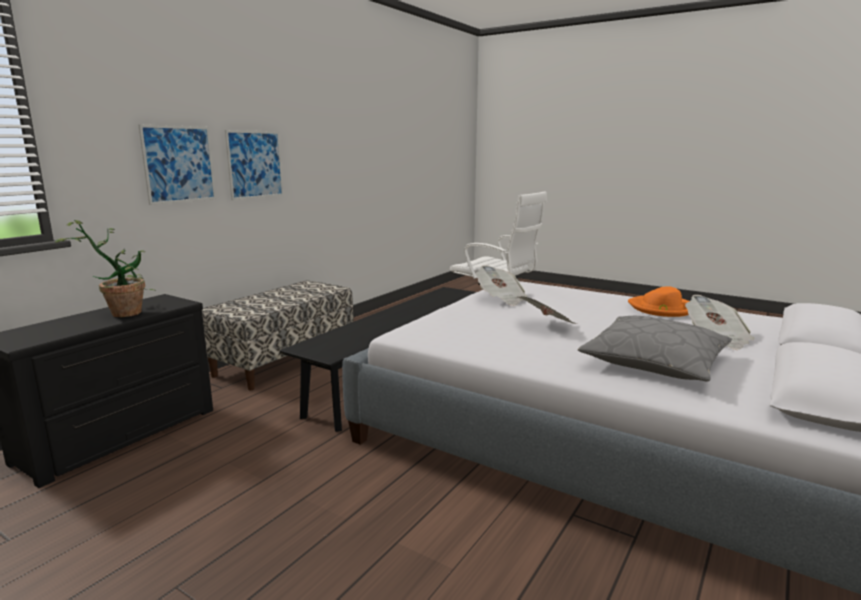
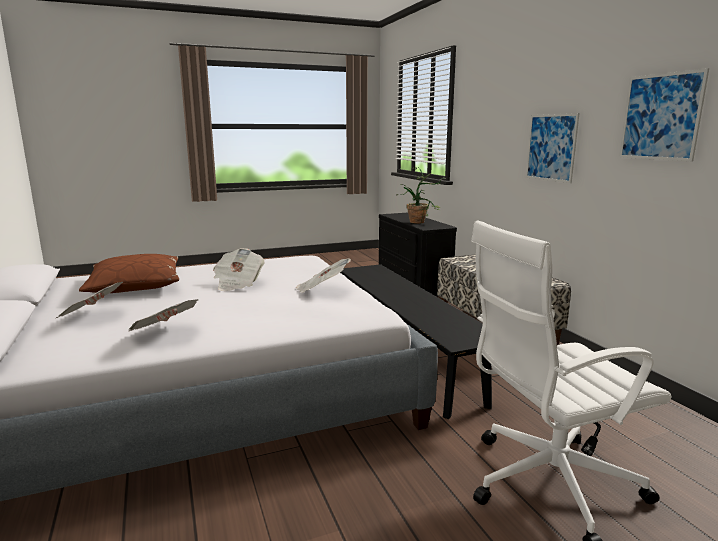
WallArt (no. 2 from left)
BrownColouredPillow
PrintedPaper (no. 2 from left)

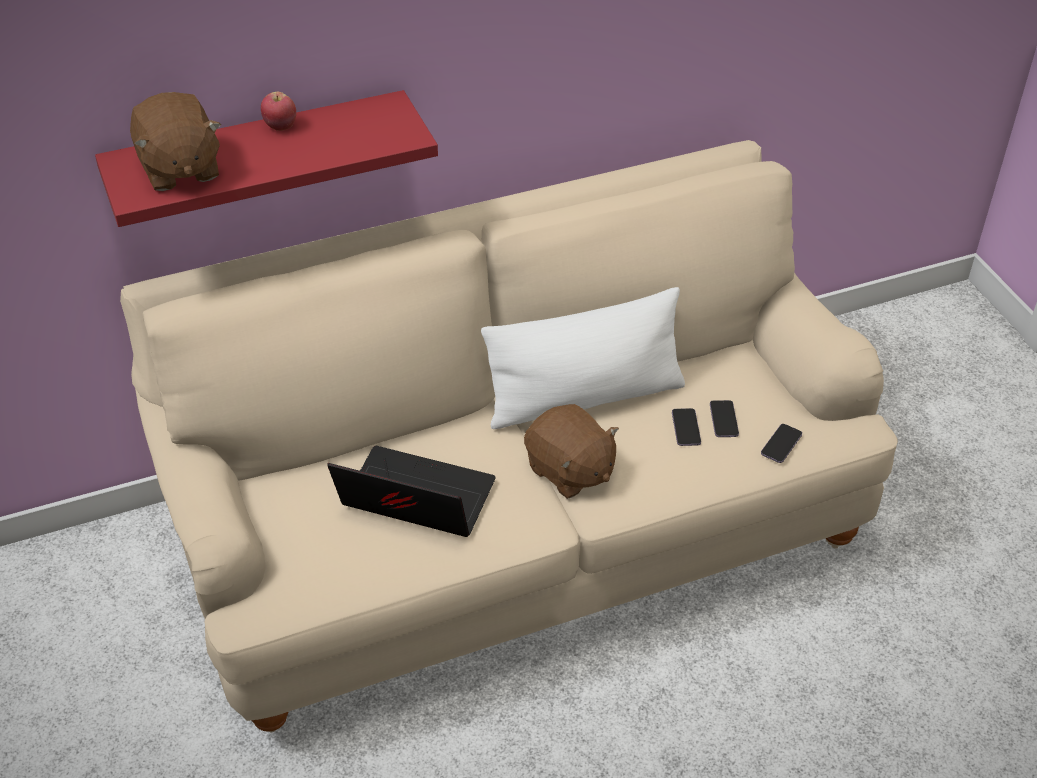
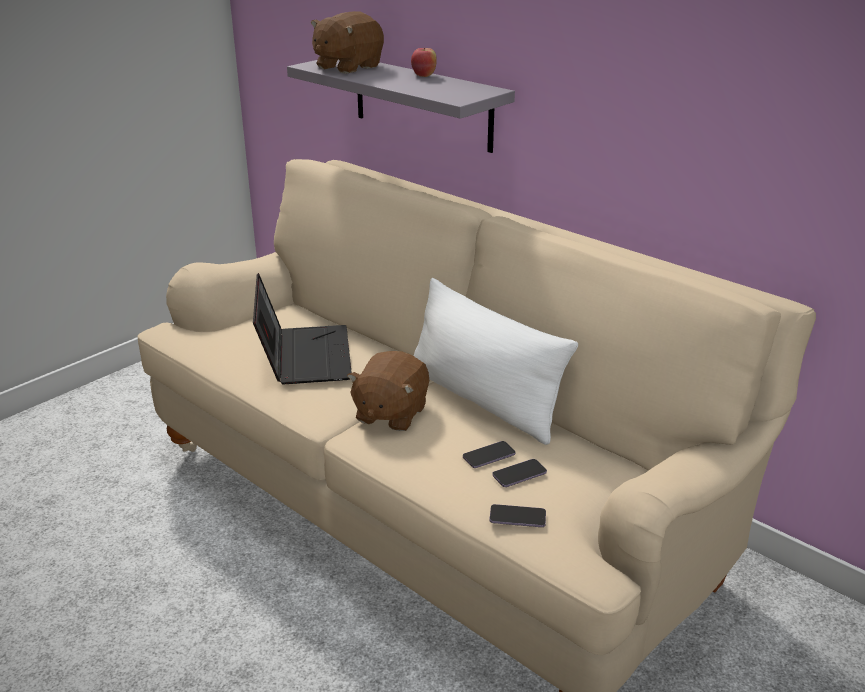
GreyishWallShelf

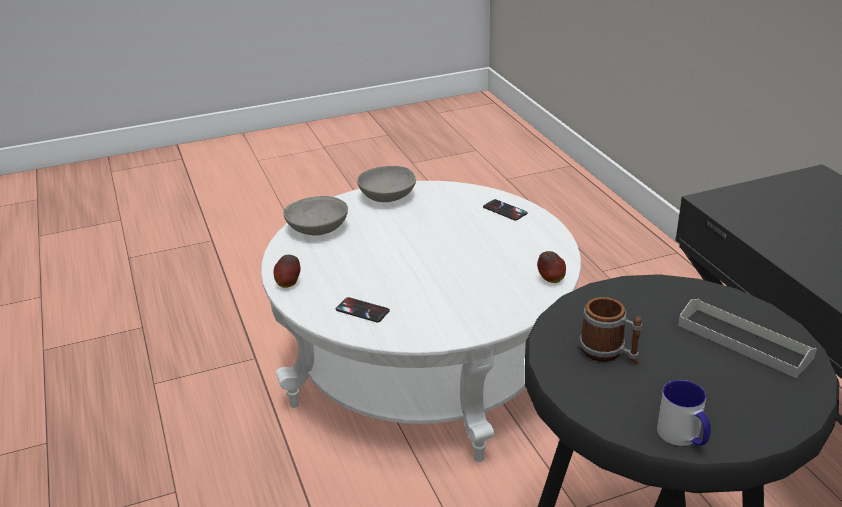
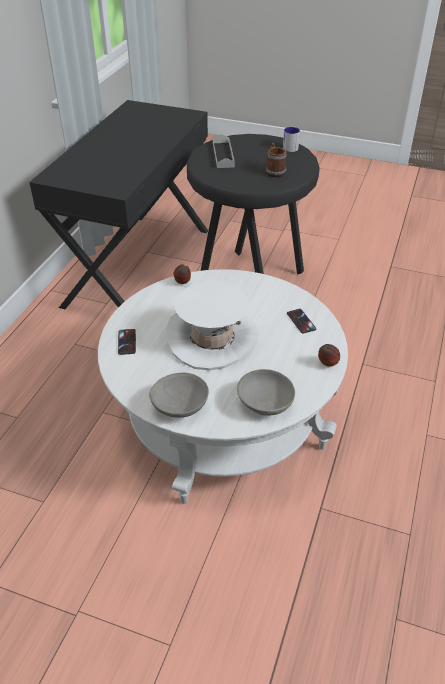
WhitishWearableHat

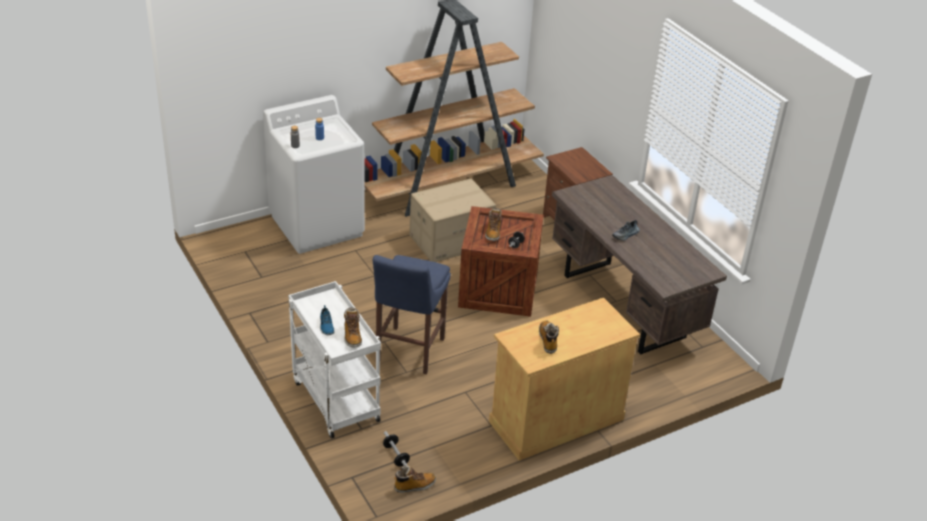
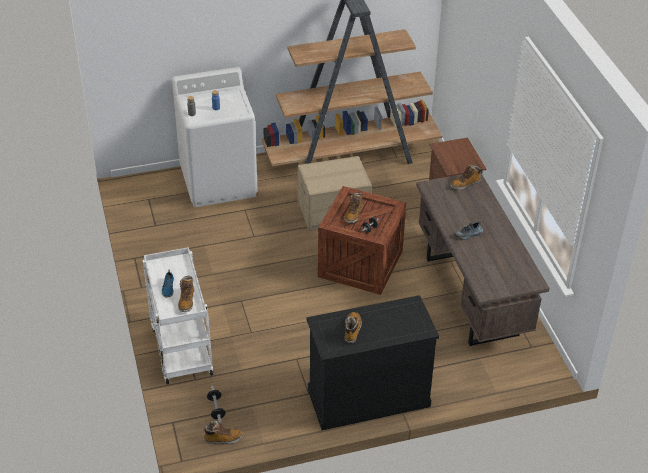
BlueColouredStool
BlackCabinet
HighTopBoot (no. 5 from left)

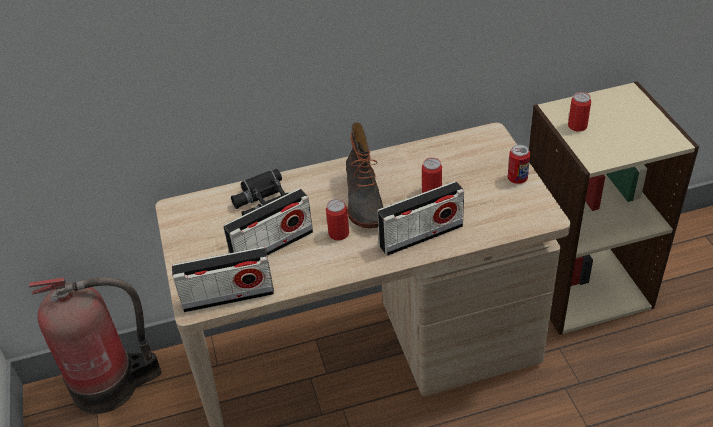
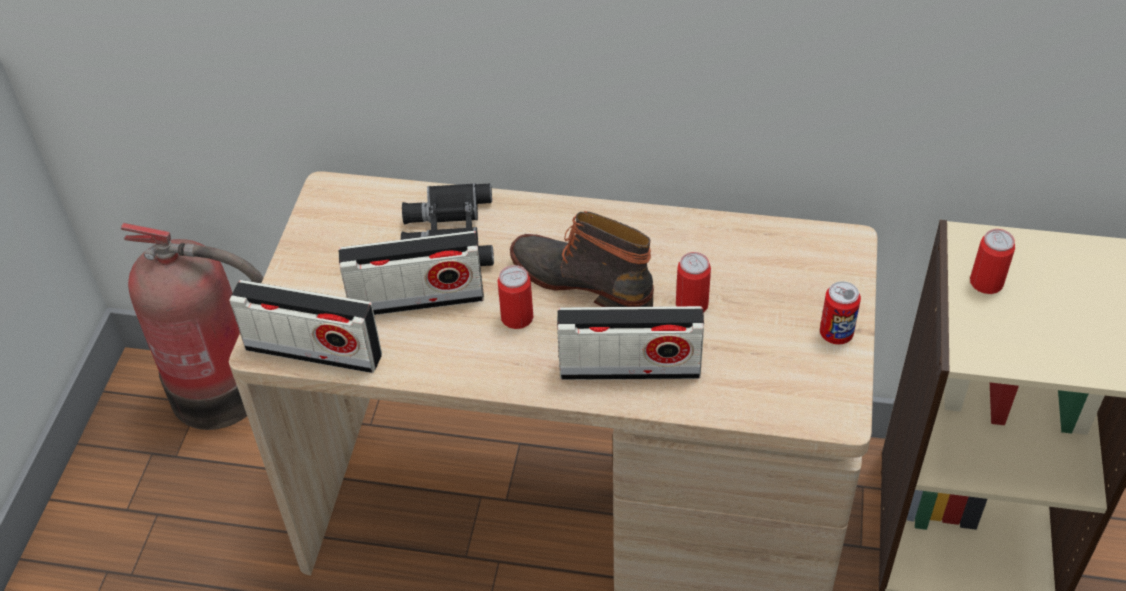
HighTopBoot

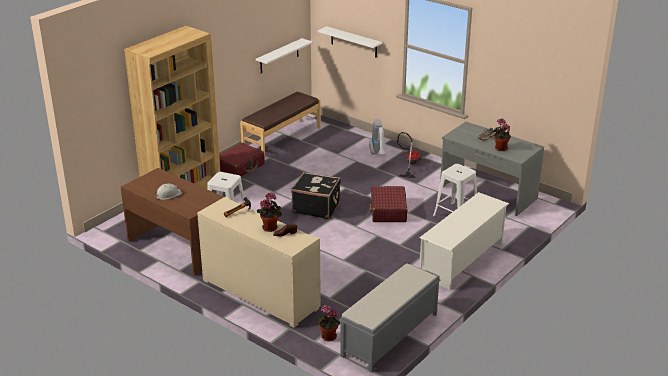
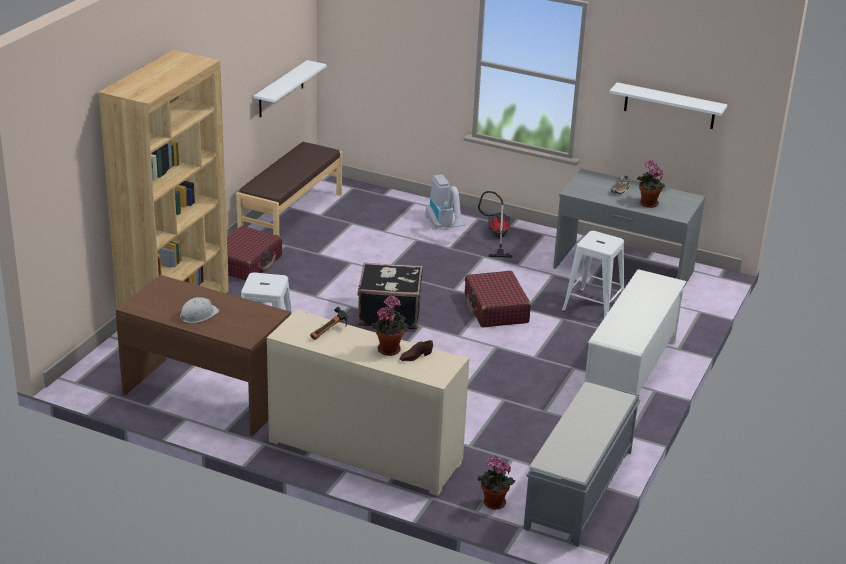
WhitishWallShelf (no. 2 from left)

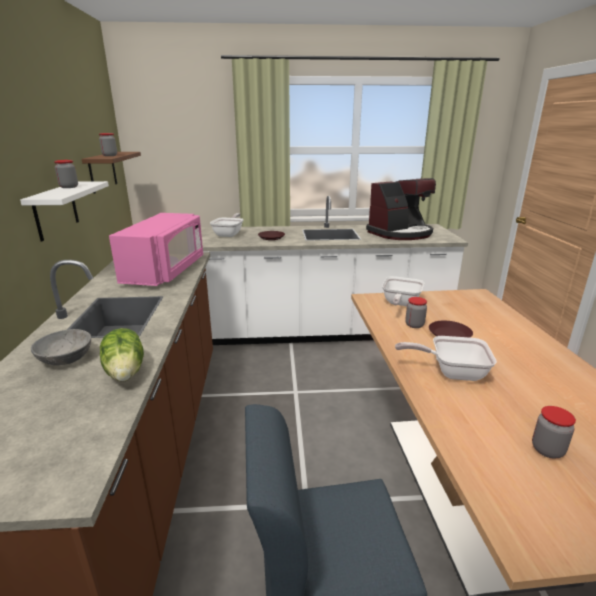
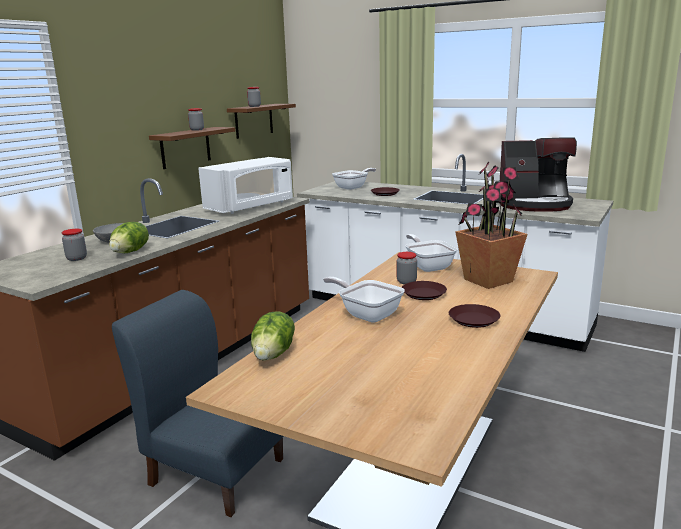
BrownColouredWallShelf (no. 1 from left)
WhitishKitchenMicrowave
Skillet (no. 3 from left)
StorageJar (no. 1 from left)
HeadOfLettuce (no. 2 from left)
BrownColouredFlatDish (no. 3 from left)
Houseplant

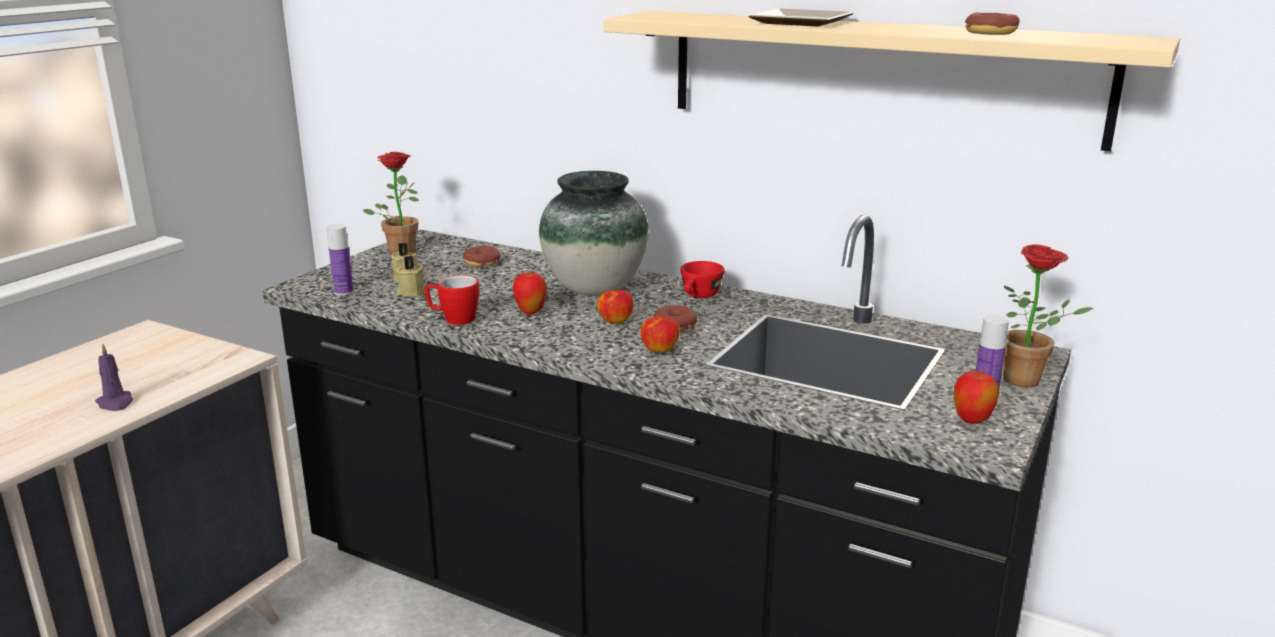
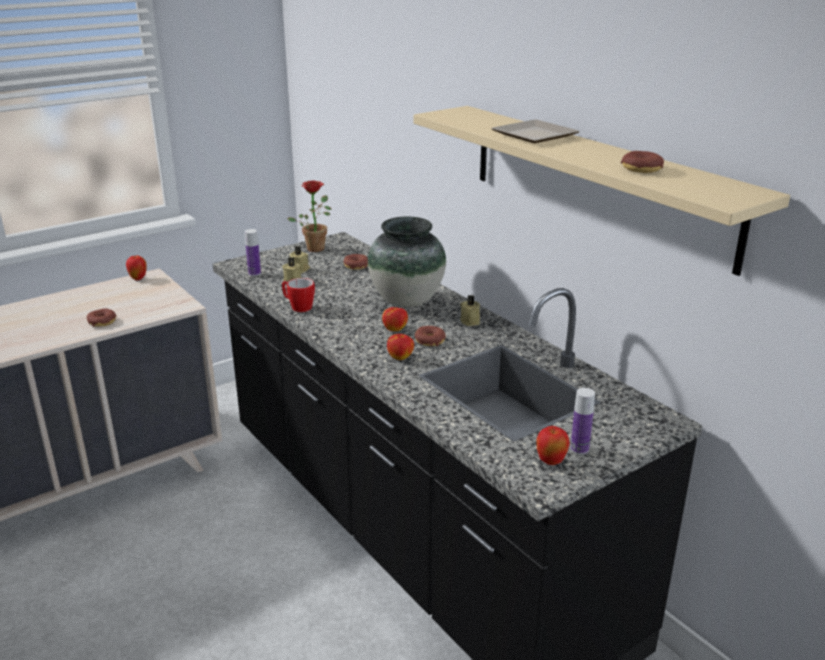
Doughnut (no. 1 from left)
Apple (no. 1 from left)
BeigeWaxLight (no. 3 from left)
Houseplant (no. 2 from left in the first image)

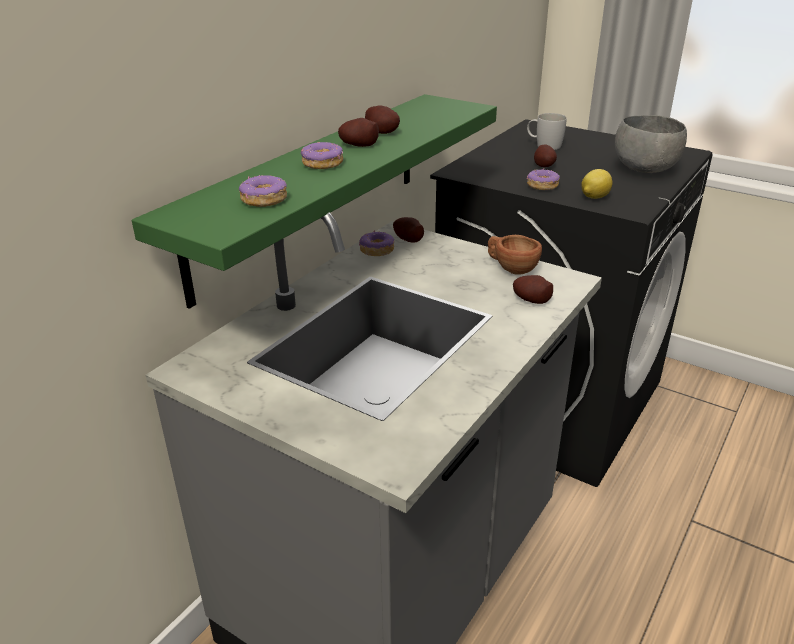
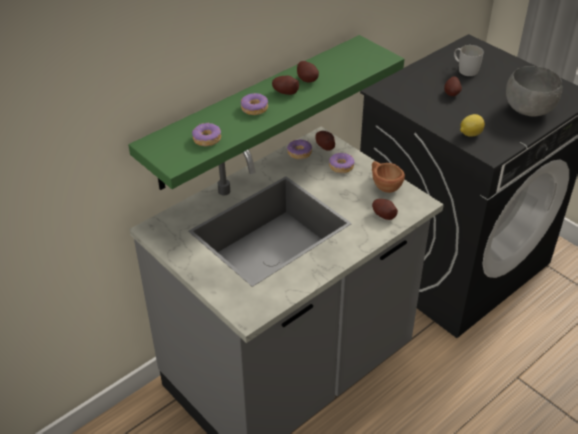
Doughnut (no. 4 from left)

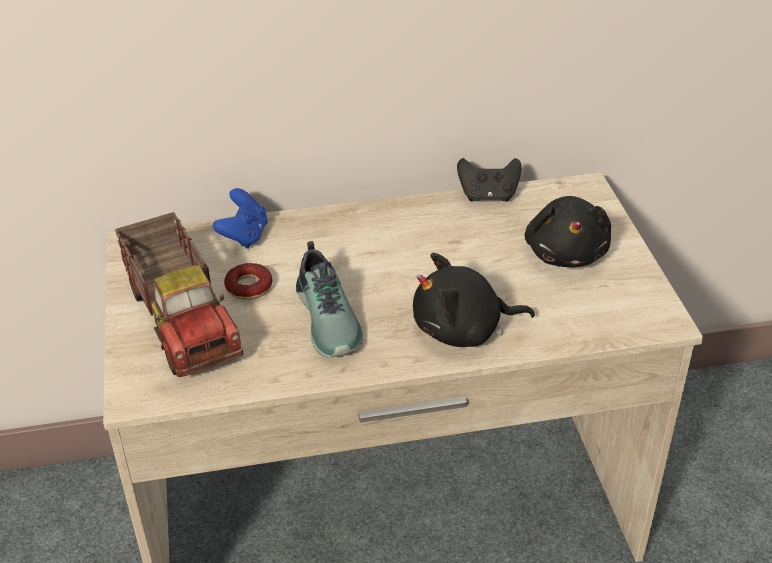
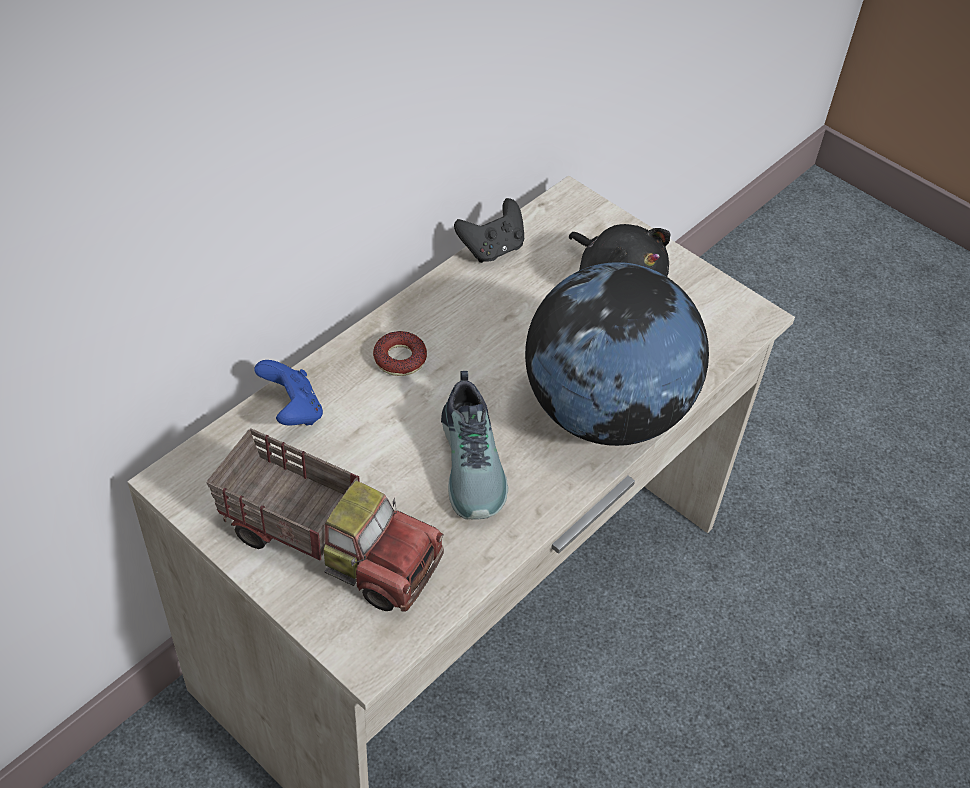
Doughnut
ItemOfFootwear
Globe

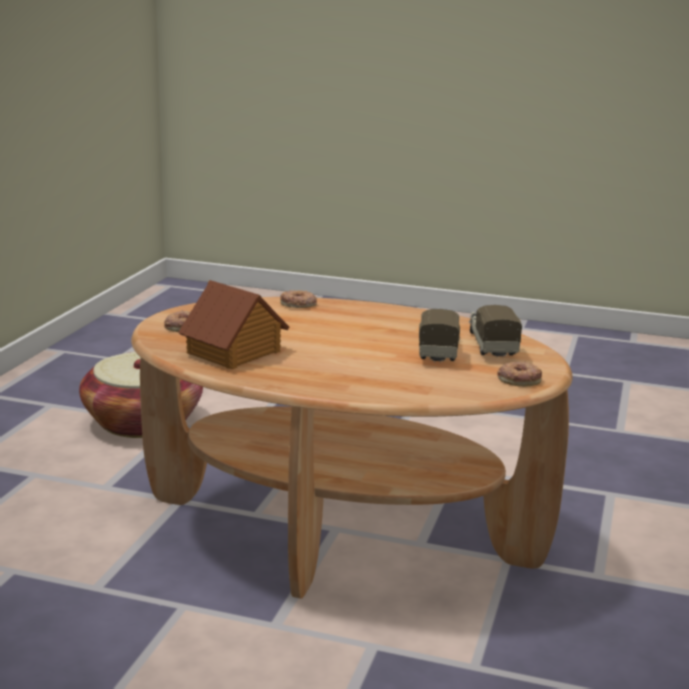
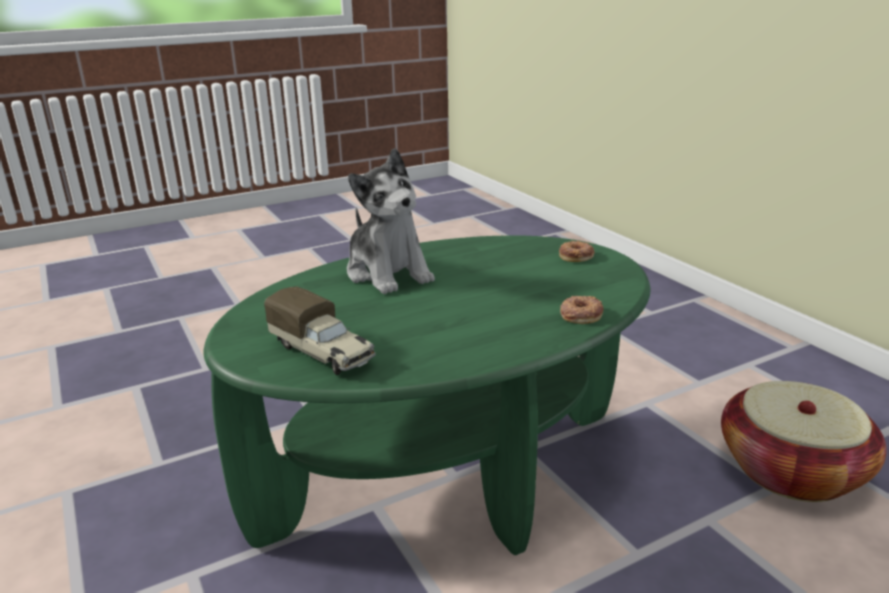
GreenColouredLoungeTable
ModelHouse
ModelTruck (no. 1 from left in the first image)
Doughnut (no. 3 from left in the first image)
SoftToy

